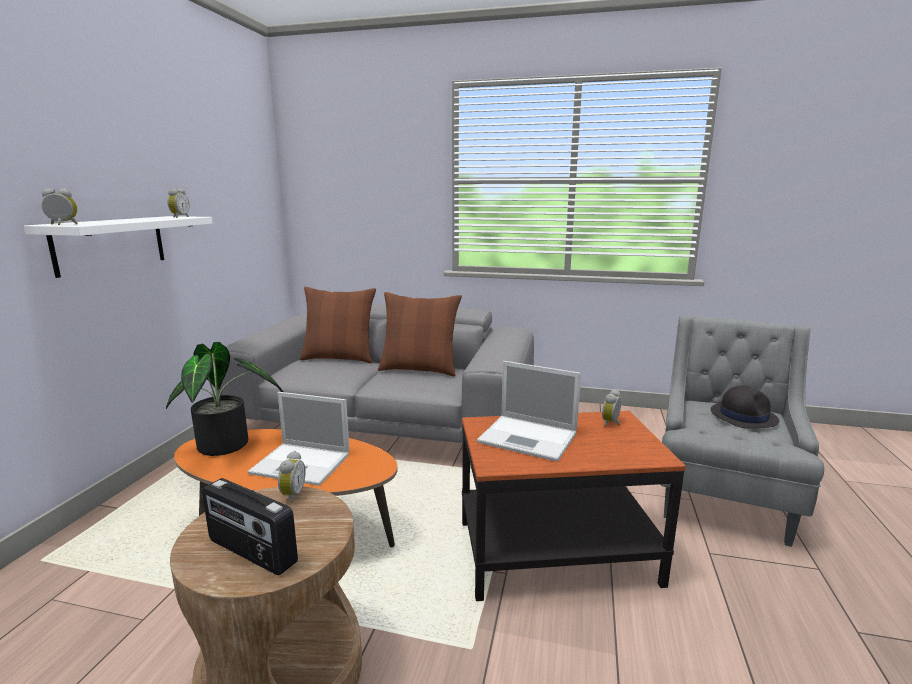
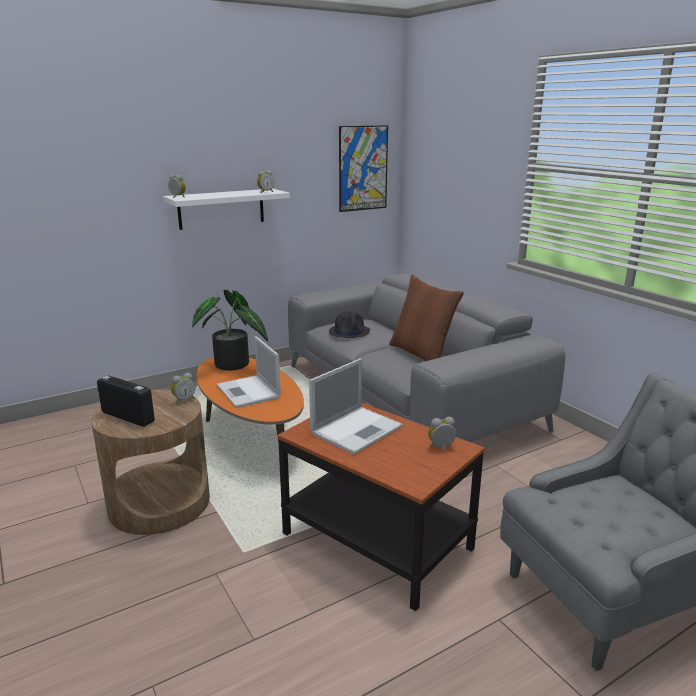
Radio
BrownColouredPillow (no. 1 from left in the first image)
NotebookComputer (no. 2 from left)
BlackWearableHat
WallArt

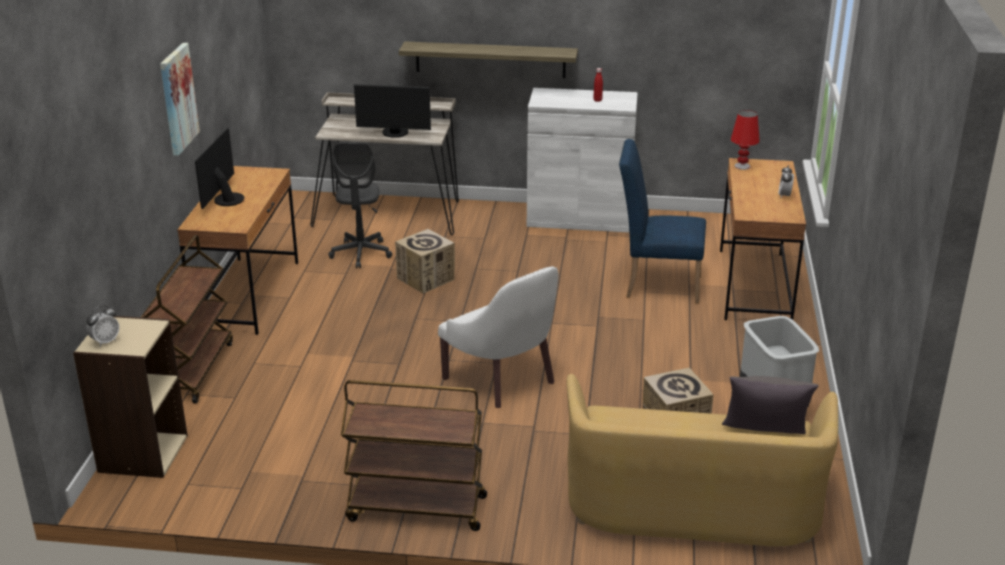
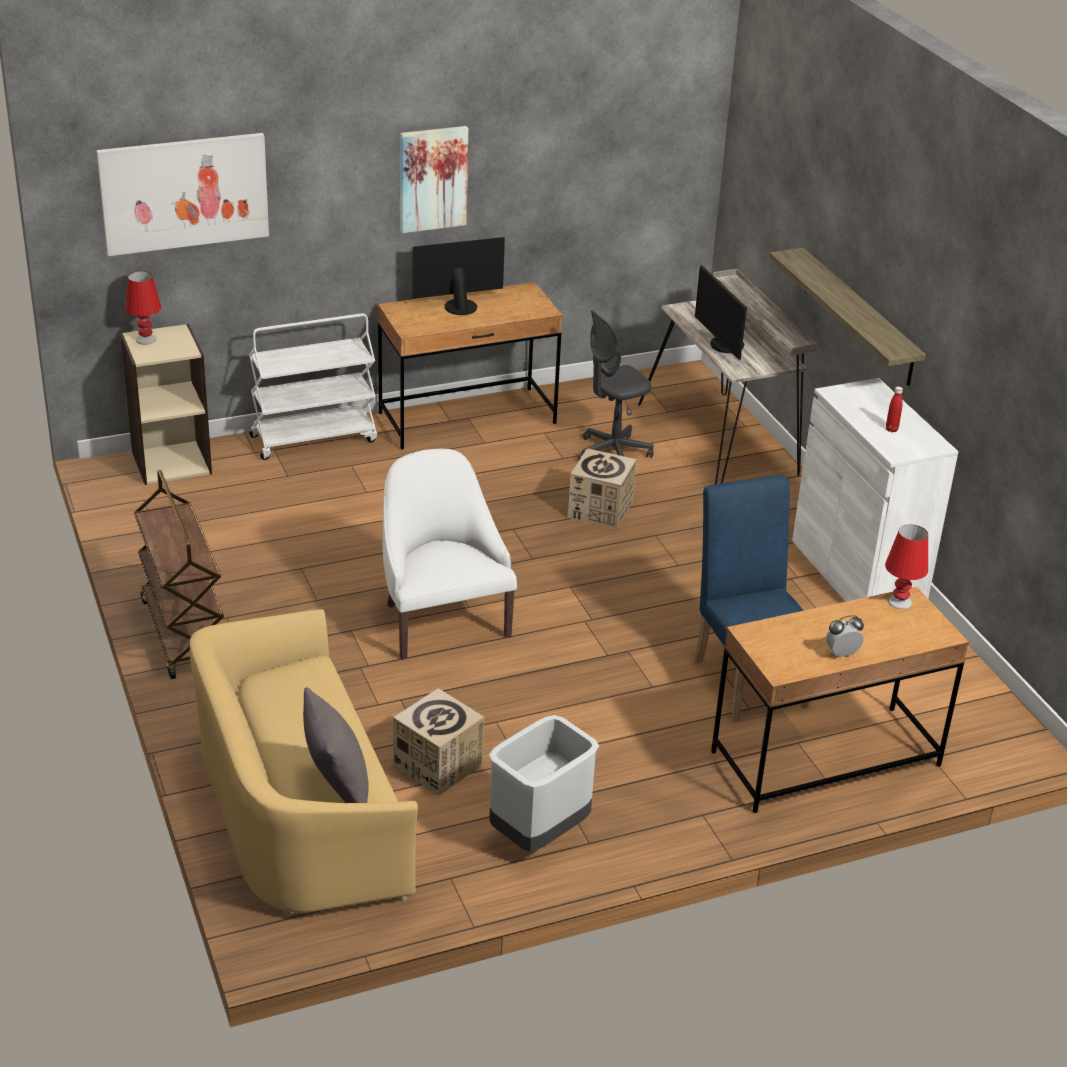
RedColouredLampForATable (no. 1 from left)
WhitishCart
WhitishArmchair
WallArt (no. 1 from left)

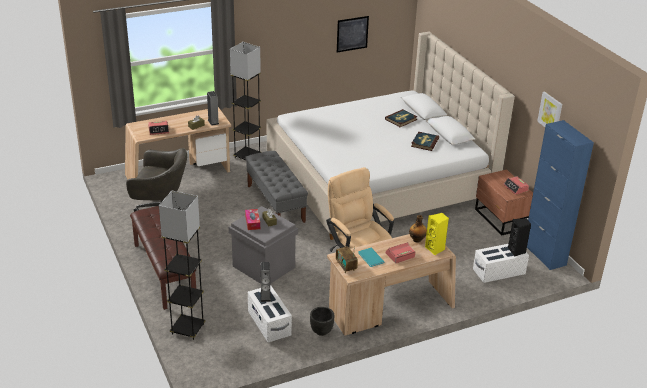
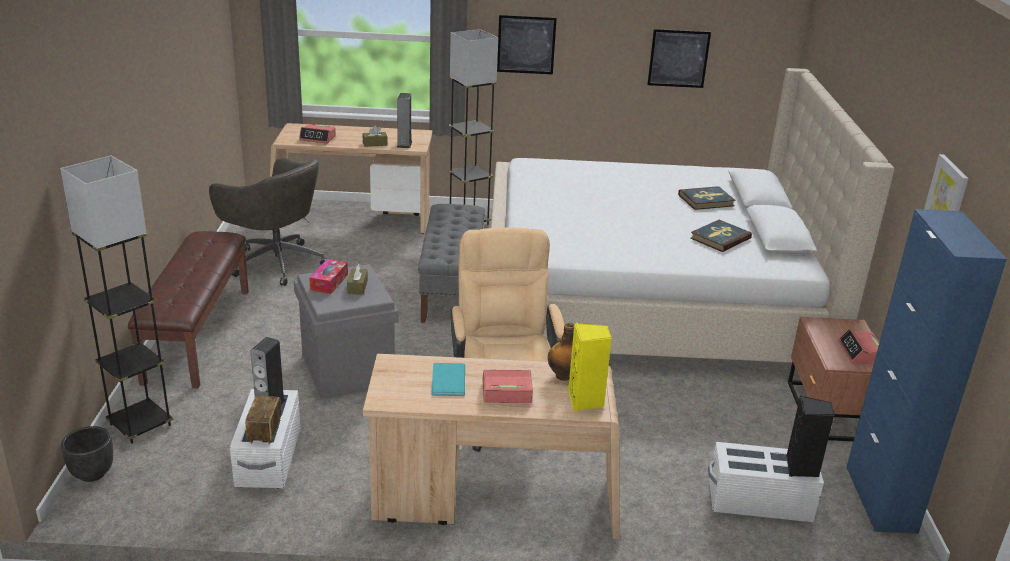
BlackPlantPot
Radio
WallArt (no. 1 from left)

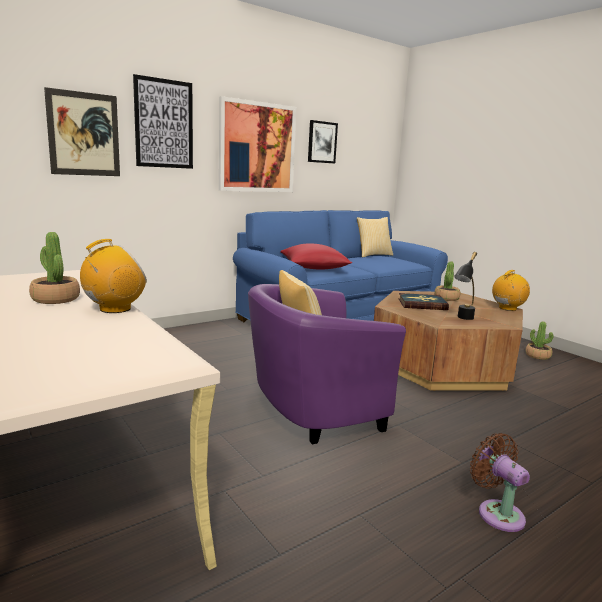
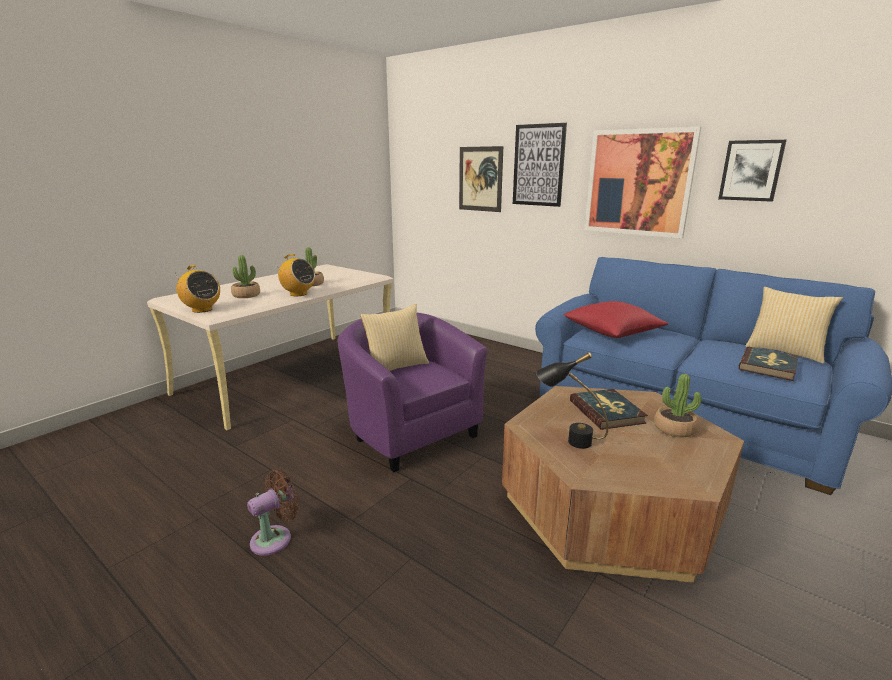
Radio (no. 1 from left)
Houseplant (no. 1 from left)
Book (no. 2 from left)

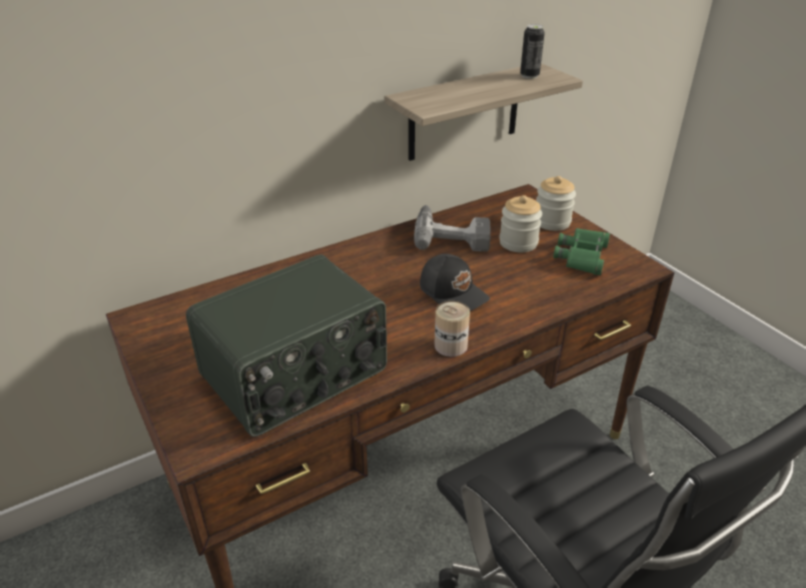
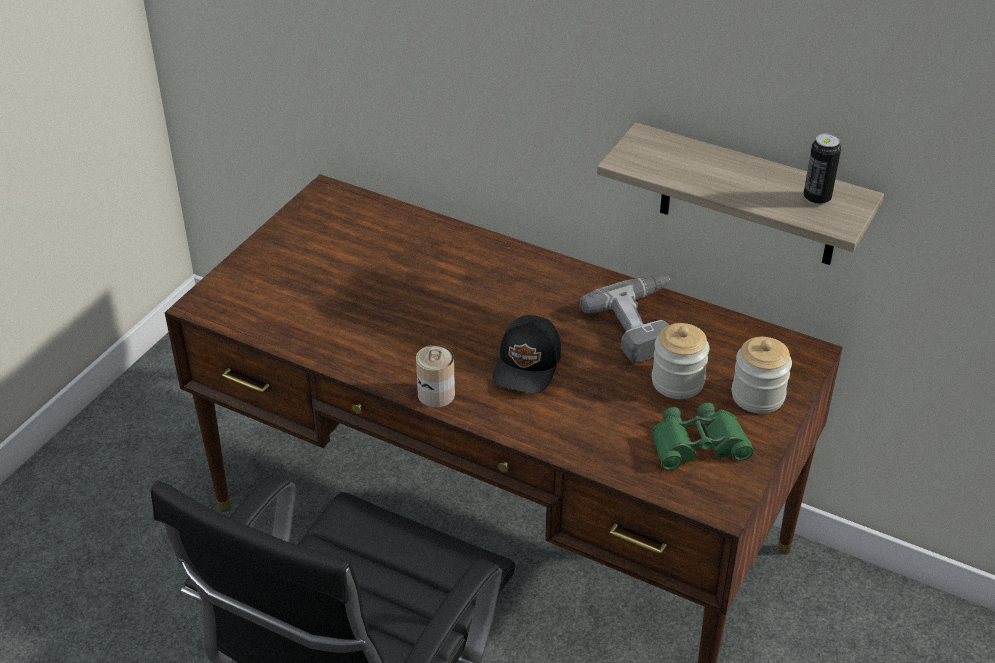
Radio

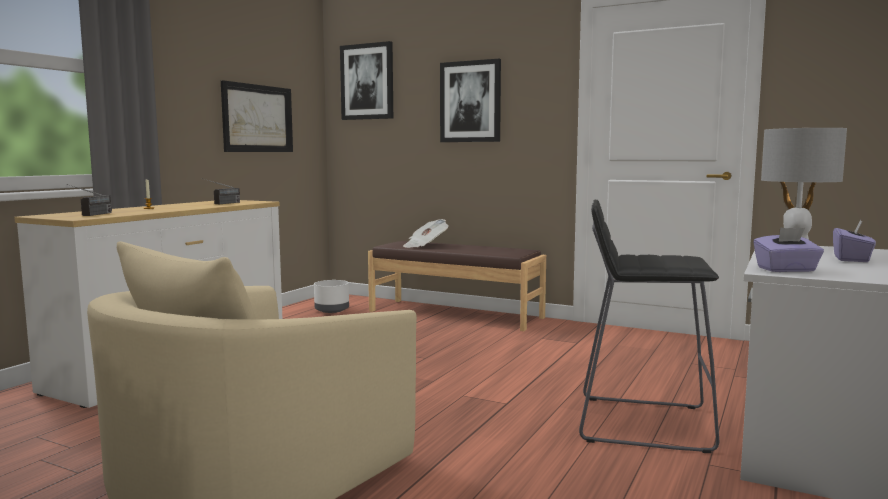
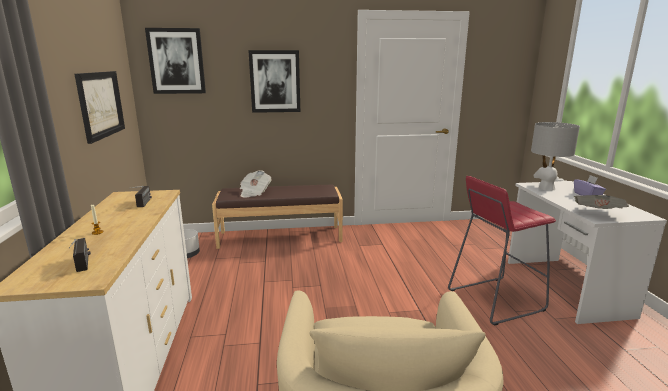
RedColouredStool
PrintedPaper (no. 2 from left)

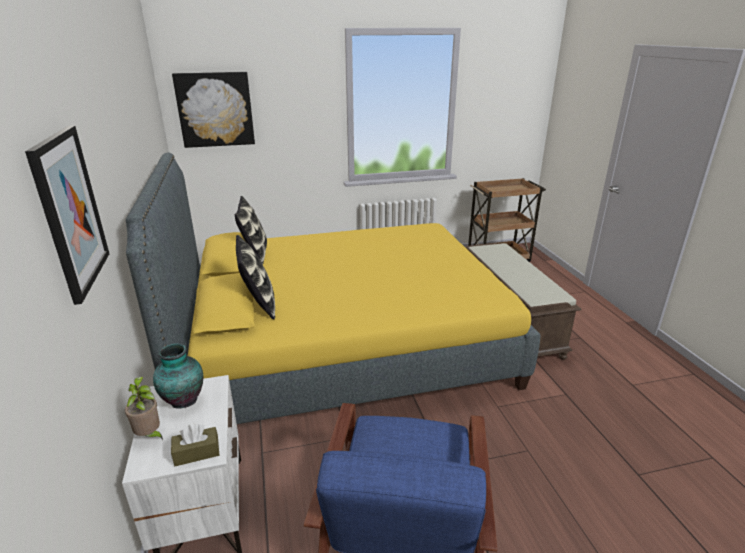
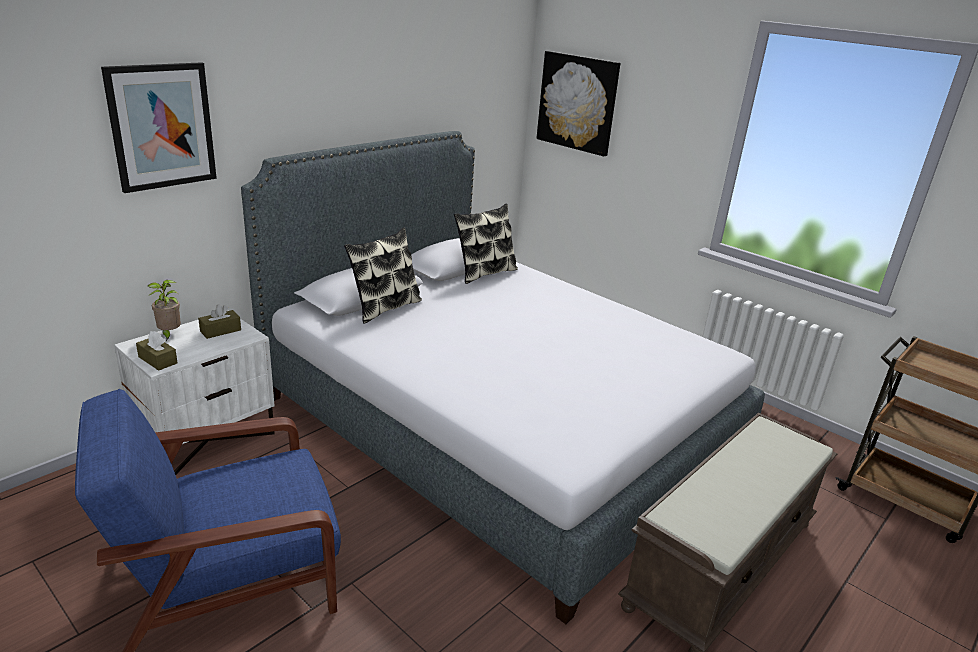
GreyishBedroomBed
BrownColouredTissueBox (no. 2 from left)

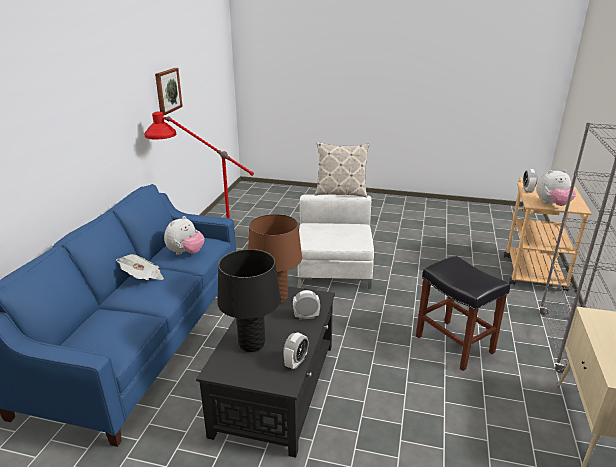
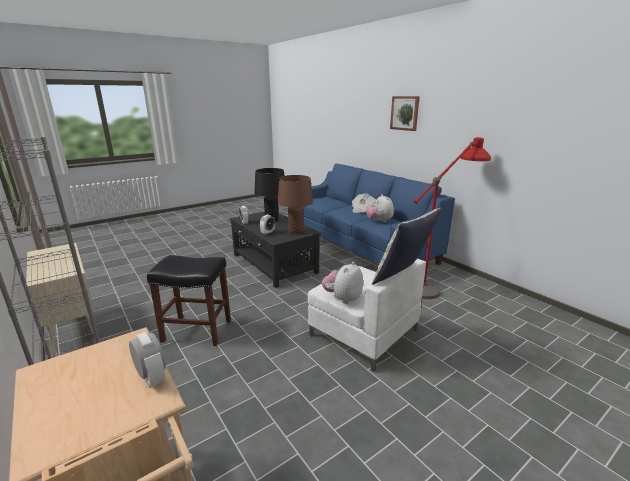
WallArt
SoftToy (no. 1 from left)

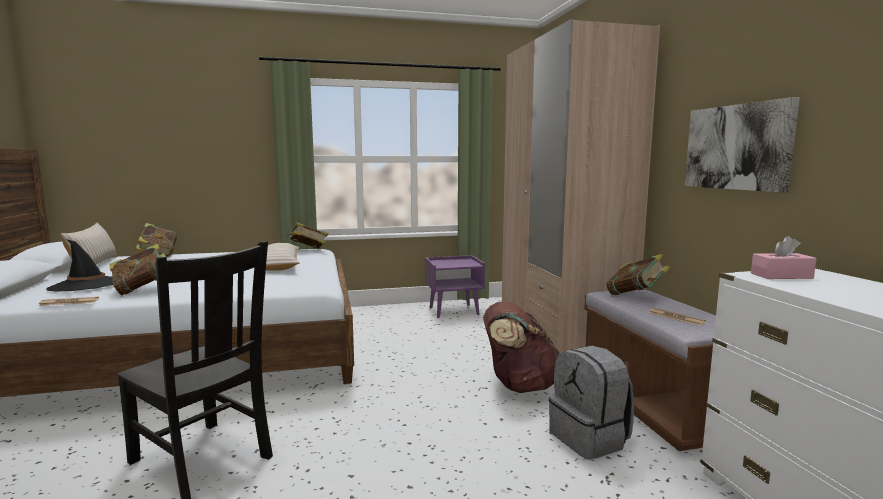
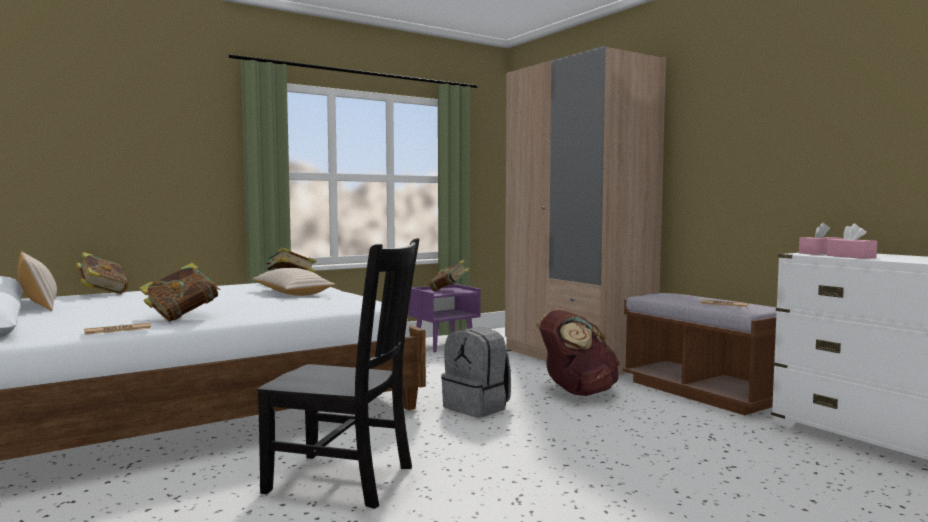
BlackWearableHat
GreyishBackpack
Book (no. 4 from left)
WallArt
PinkColouredTissueBox (no. 2 from left)

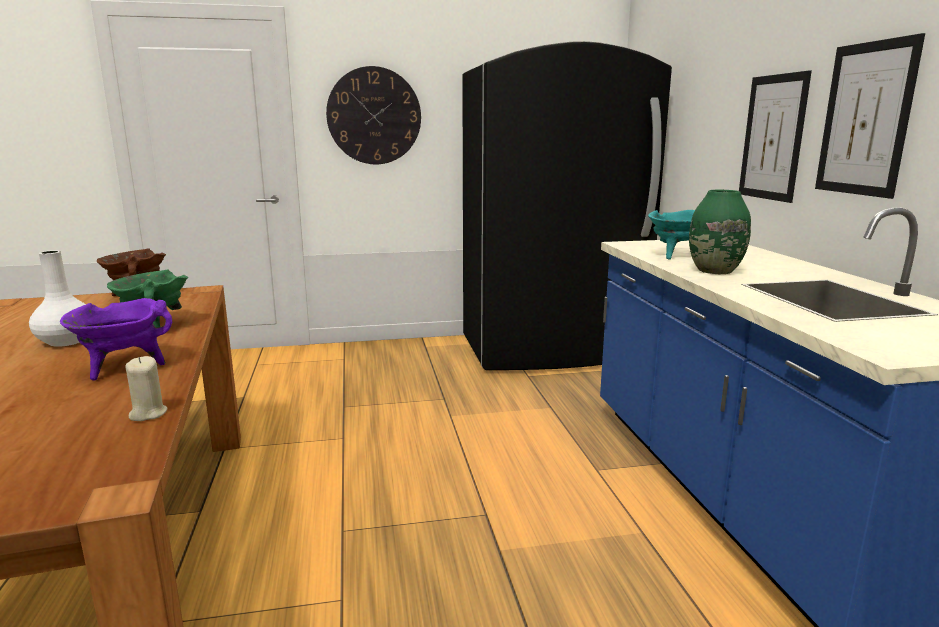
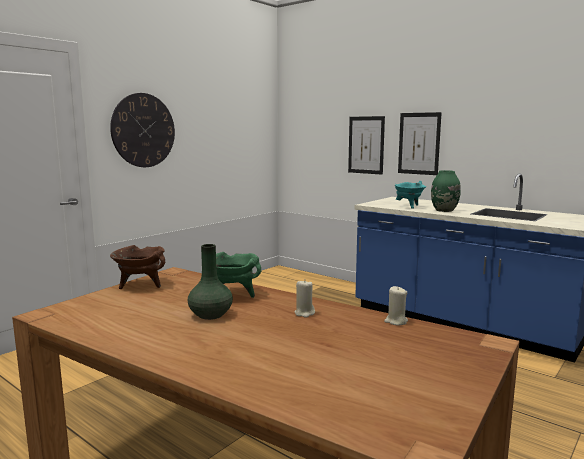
GreenColouredVase (no. 1 from left)
BeigeWaxLight (no. 1 from left)
BlackKitchenFridge
WallArt (no. 1 from left)

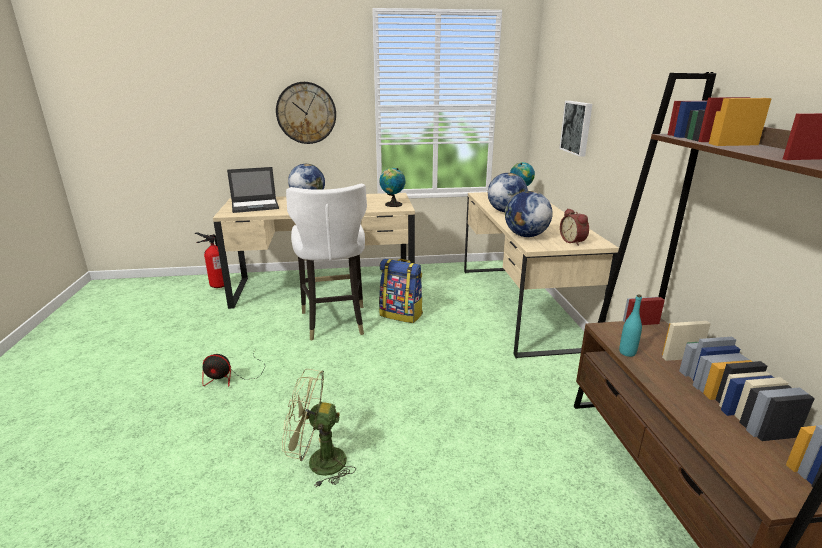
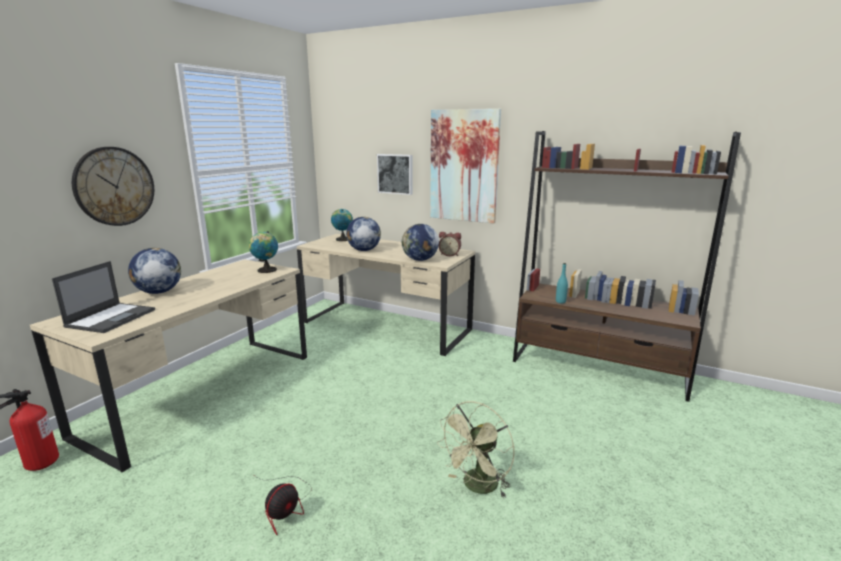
WhitishPlainChair
Backpack
WallArt (no. 2 from left)

